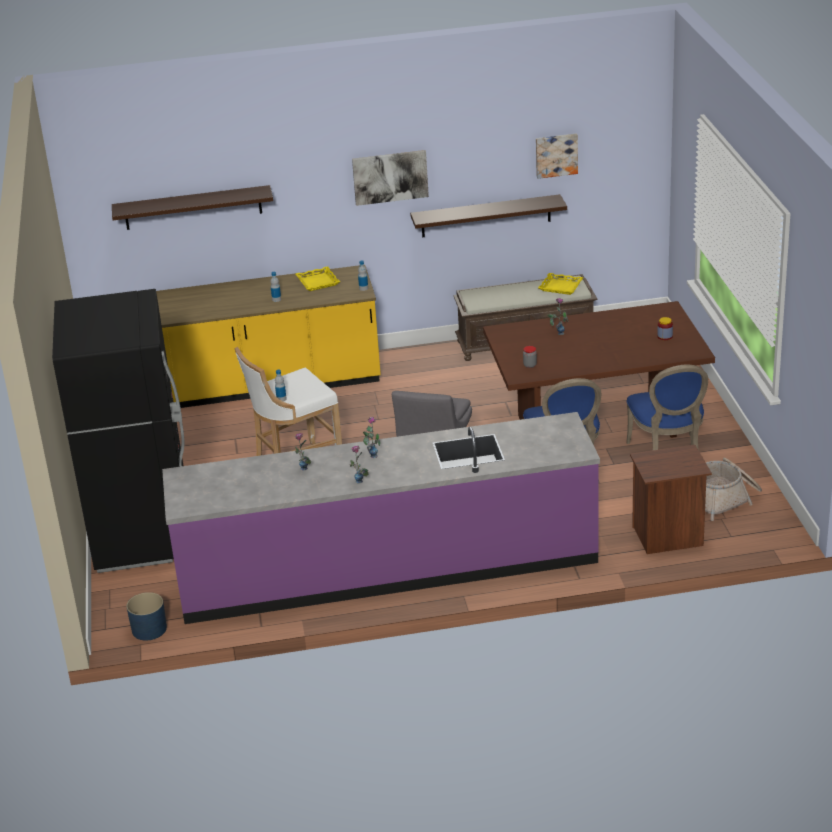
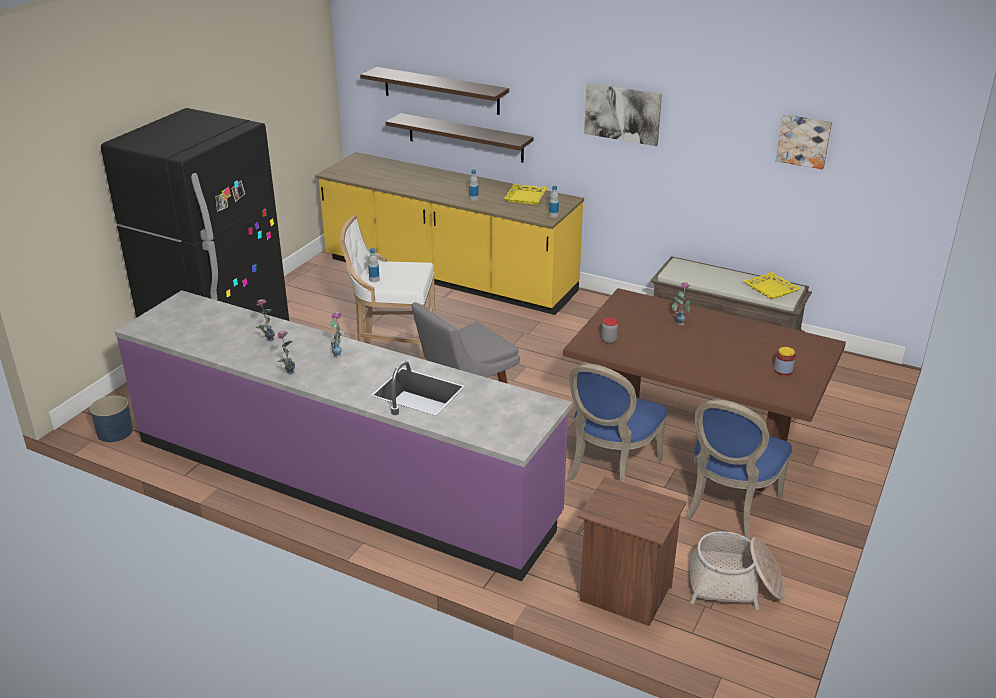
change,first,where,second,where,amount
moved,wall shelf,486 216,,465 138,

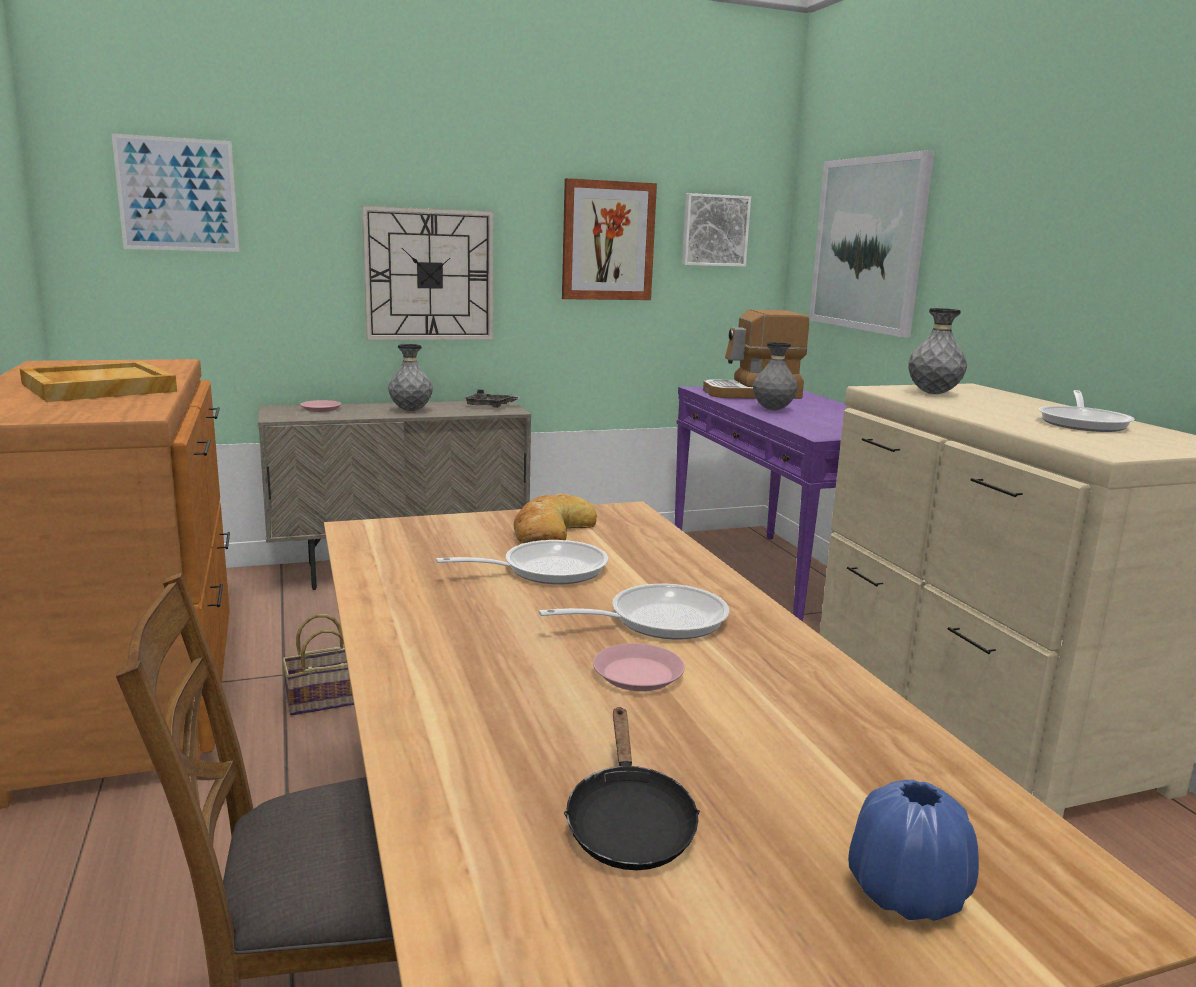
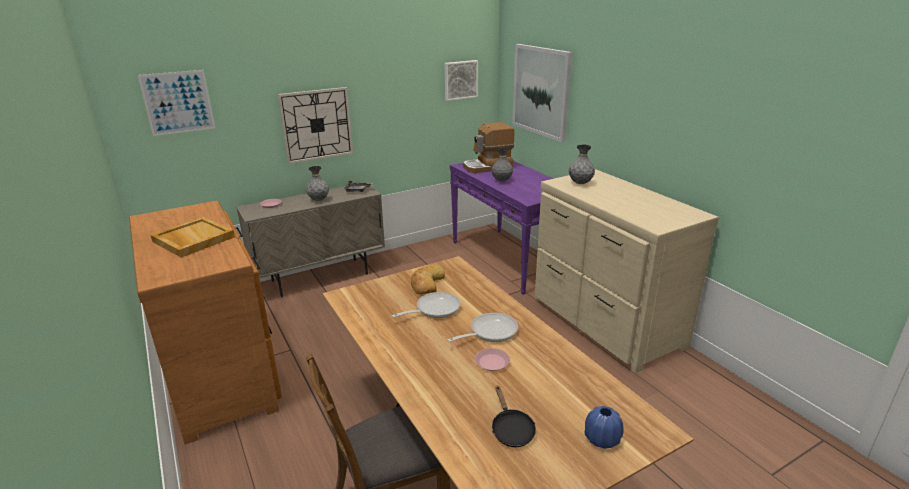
change,first,where,second,where,amount
removed,wall art,608 241,,,
removed,skillet,1083 423,,,
removed,household basket,328 699,,,

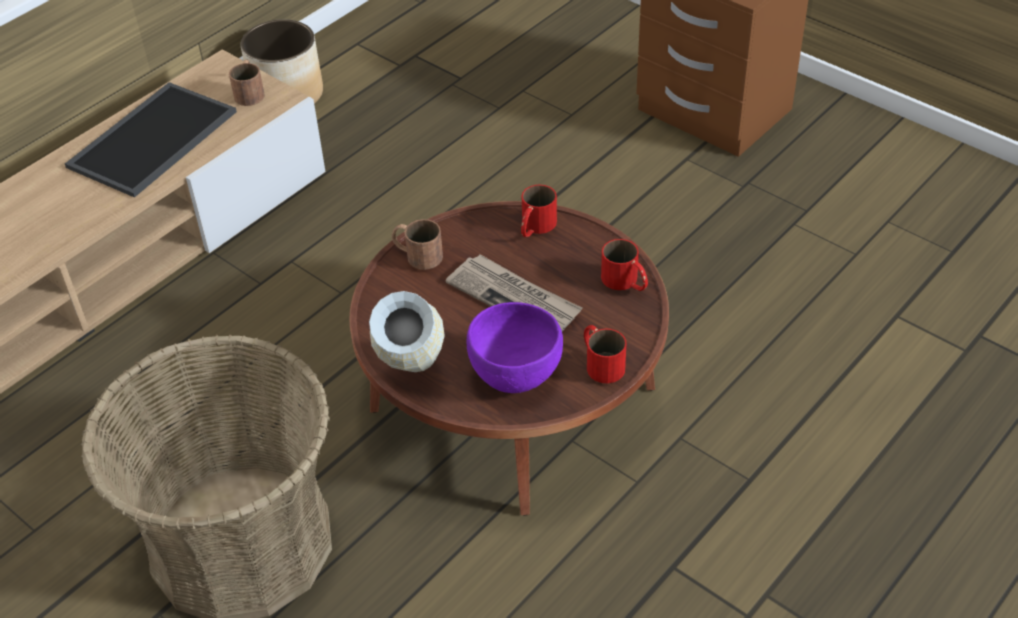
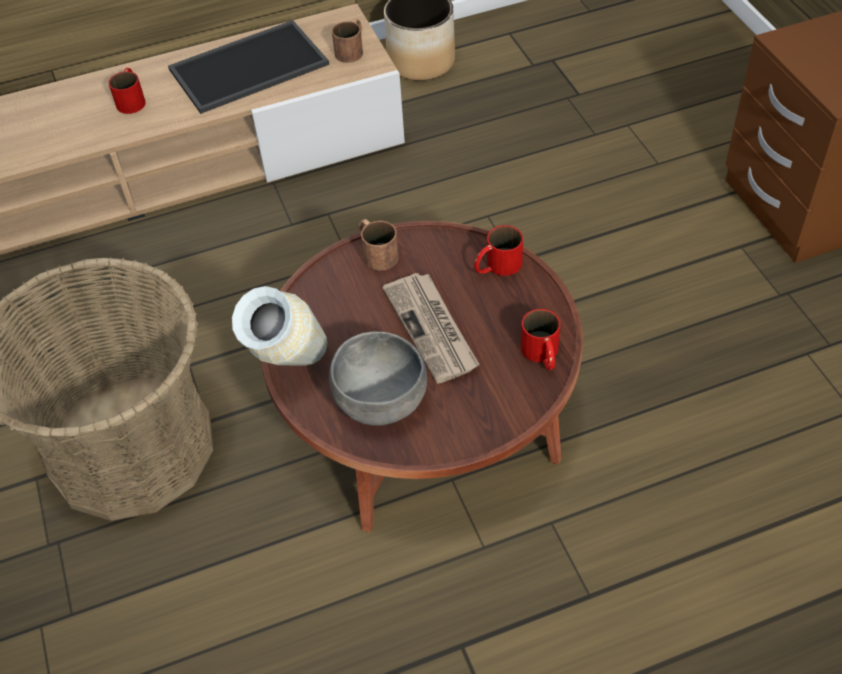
change,first,where,second,where,amount
recoloured,purple-coloured deep dish,514 376,greyish deep dish,380 404,
moved,red-coloured mug,600 362,,132 99,

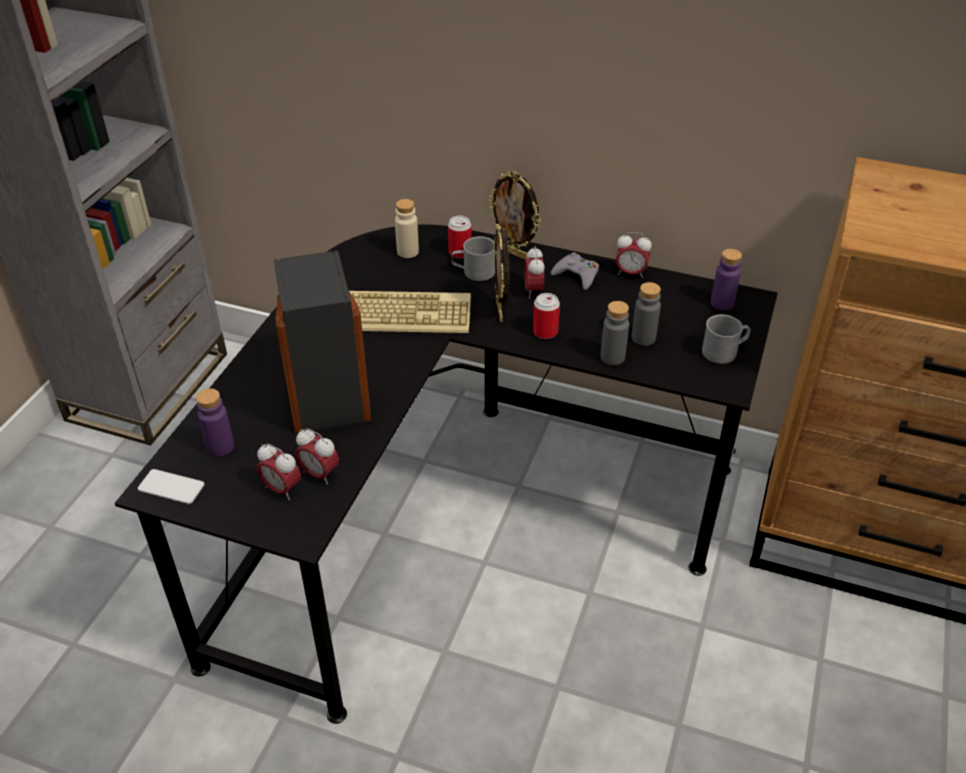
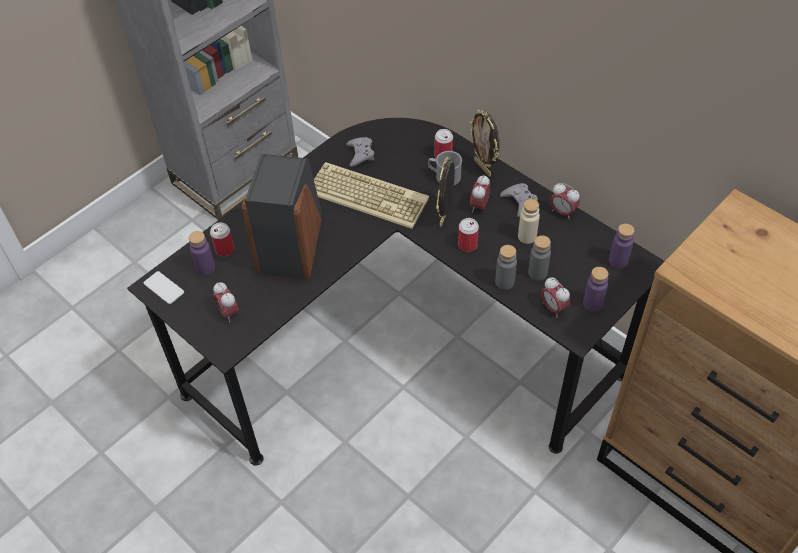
change,first,where,second,where,amount
moved,sand-coloured beverage bottle,407 252,,527 236,
replaced,greyish mug,724 351,purple-coloured beverage bottle,592 304,
moved,alarm clock,319 474,,553 308,
added,,,greyish game controller,360 154,
added,,,metal can,224 249,

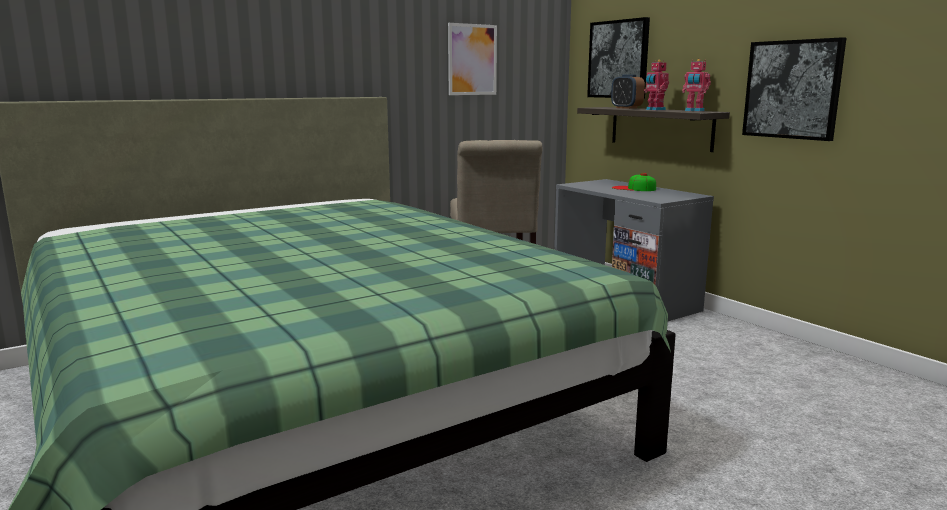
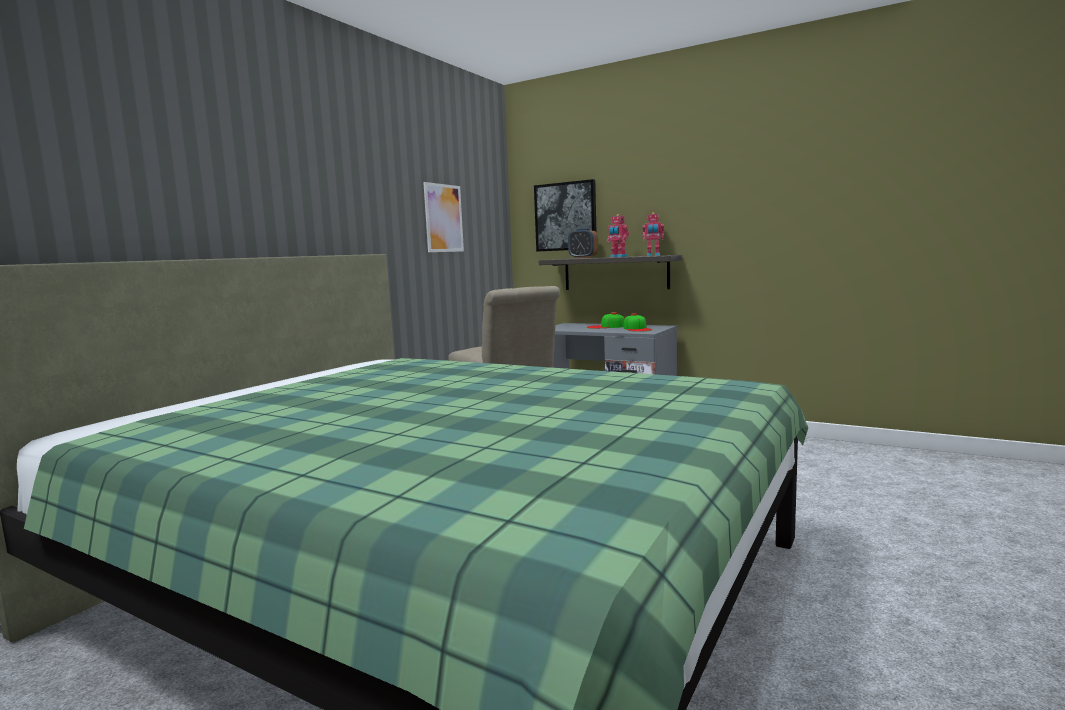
change,first,where,second,where,amount
removed,wall art,792 89,,,
added,,,baseball cap,637 329,

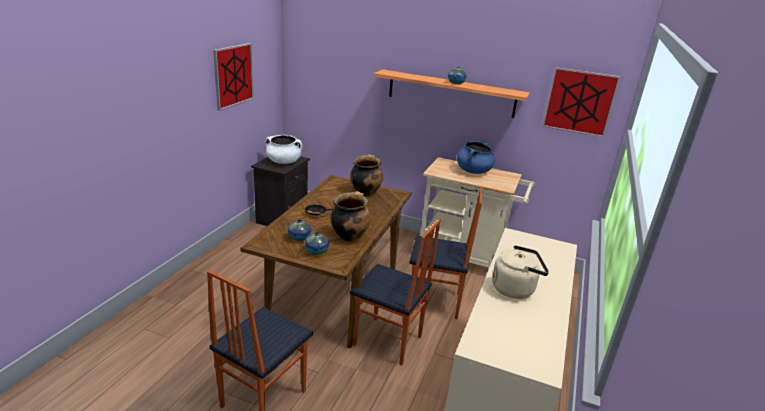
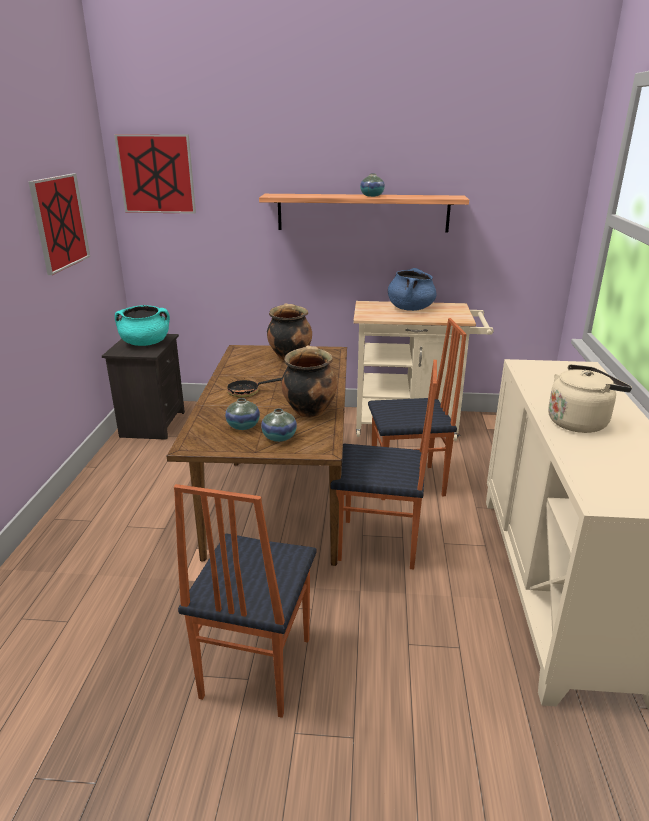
change,first,where,second,where,amount
moved,wall art,579 102,,156 174,
recoloured,whitish saucepot,284 161,turquoise-coloured saucepot,145 343,

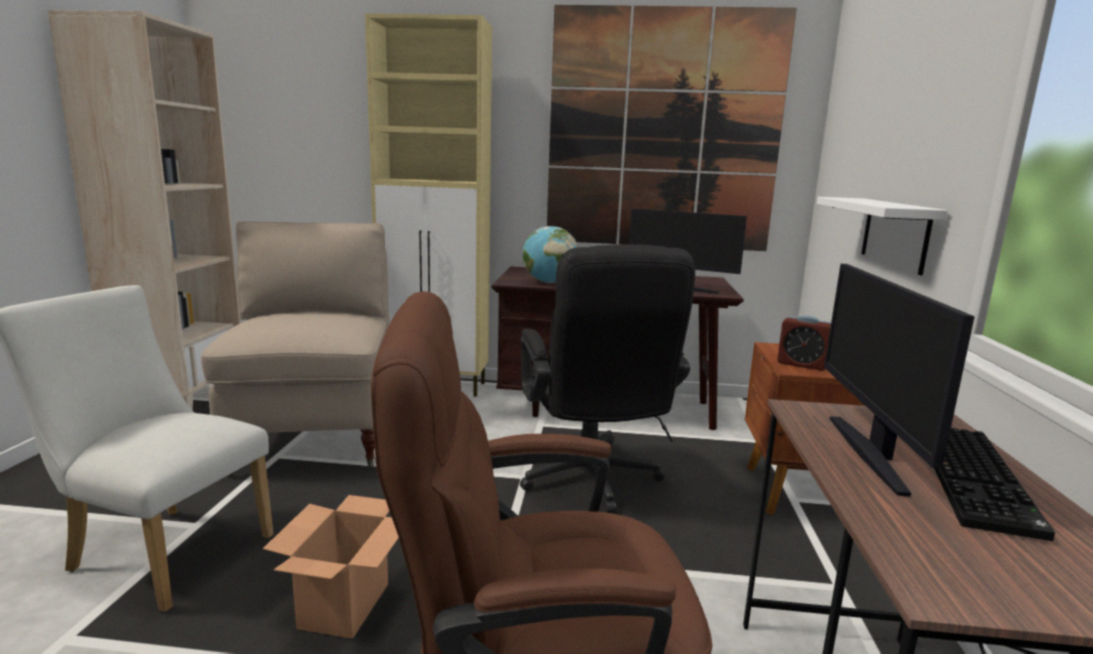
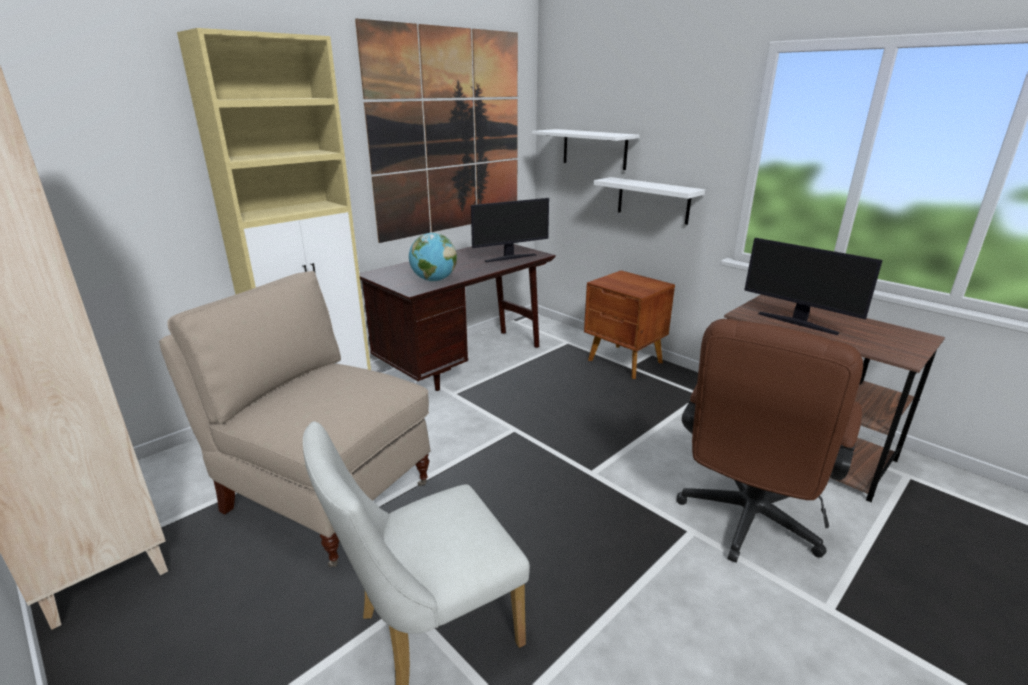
change,first,where,second,where,amount
removed,blackish computer chair,591 481,,,
removed,alarm clock,801 364,,,
removed,keyboard,977 480,,,
removed,packing box,344 604,,,
added,,,whitish wall shelf,594 149,

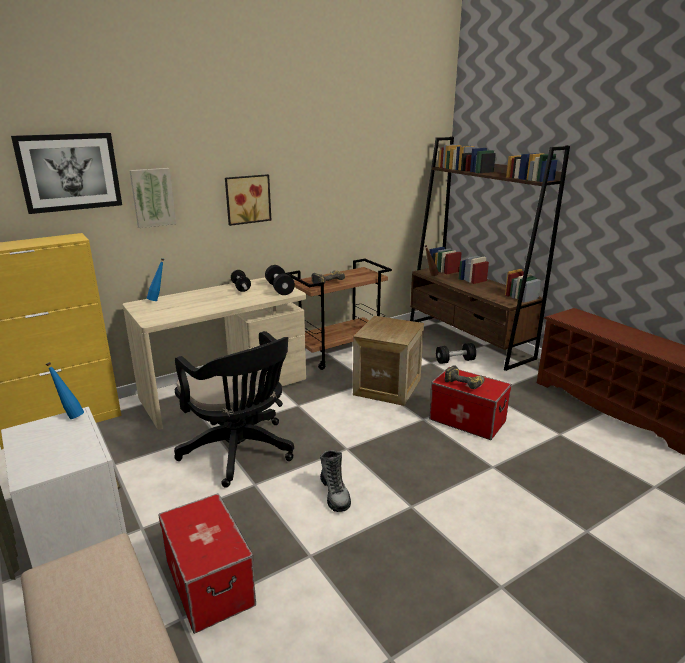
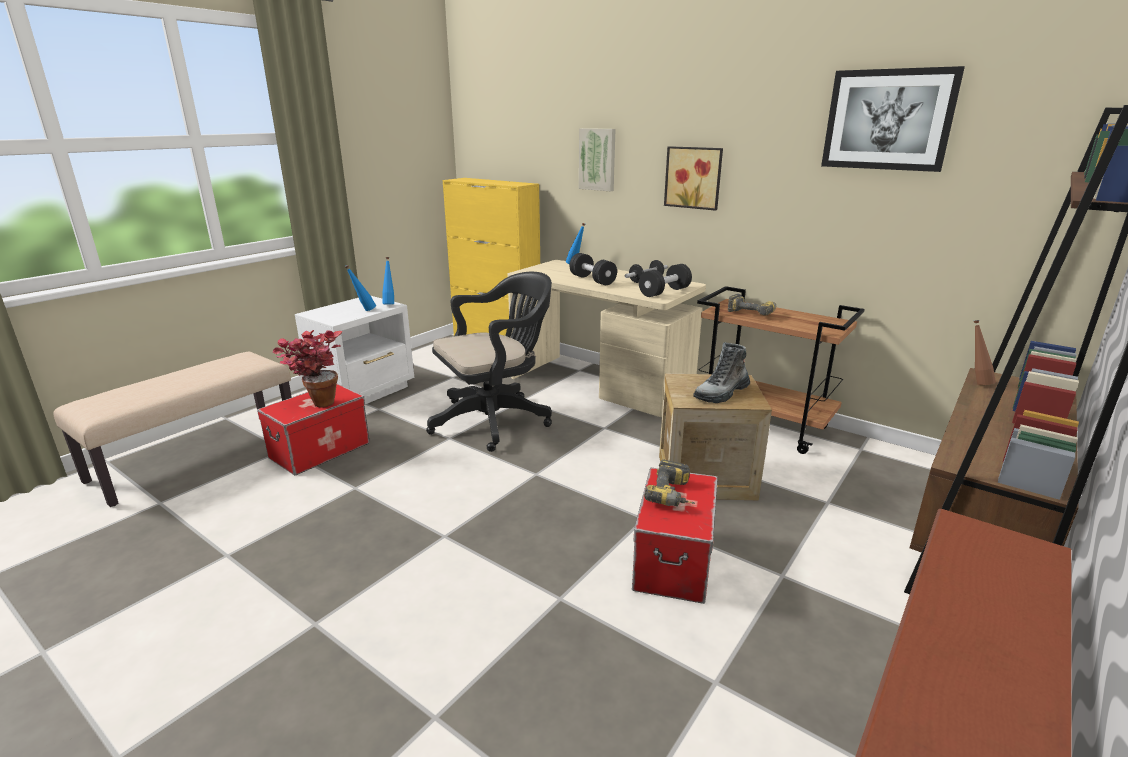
change,first,where,second,where,amount
moved,wall art,69 172,,888 120,
turned,blackish computer chair,240 452,,496 420,150 degrees counterclockwise
moved,blackish dumbbell,455 361,,592 280,
moved,boot,335 494,,721 393,
added,,,blue beverage bottle,364 310,
added,,,potted plant,317 402,

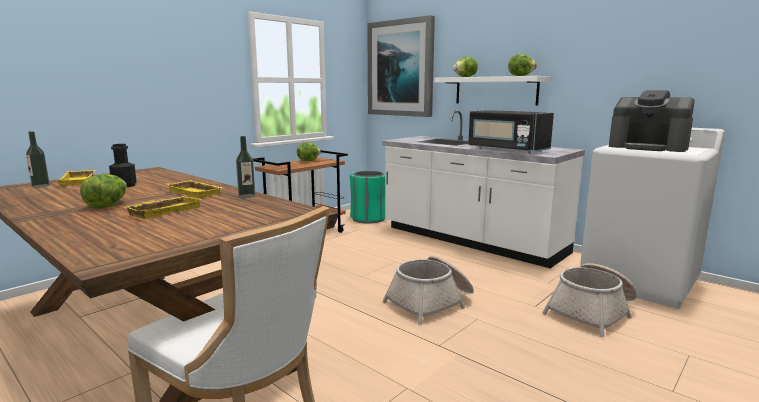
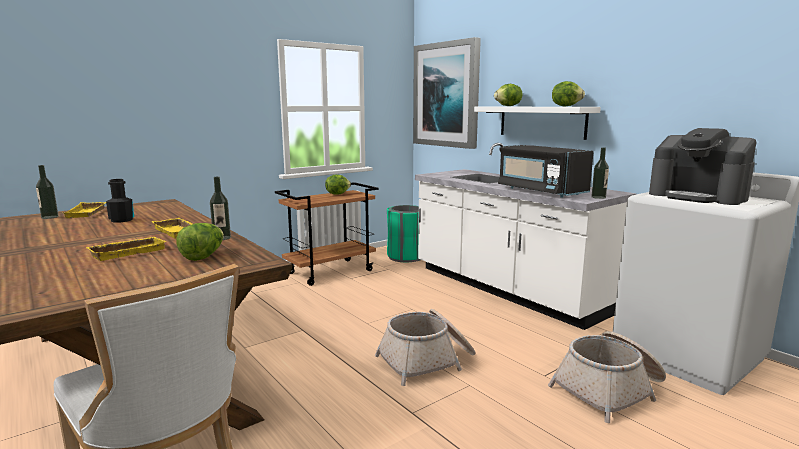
change,first,where,second,where,amount
moved,head of lettuce,108 205,,203 256,
added,,,beverage bottle,598 197,

